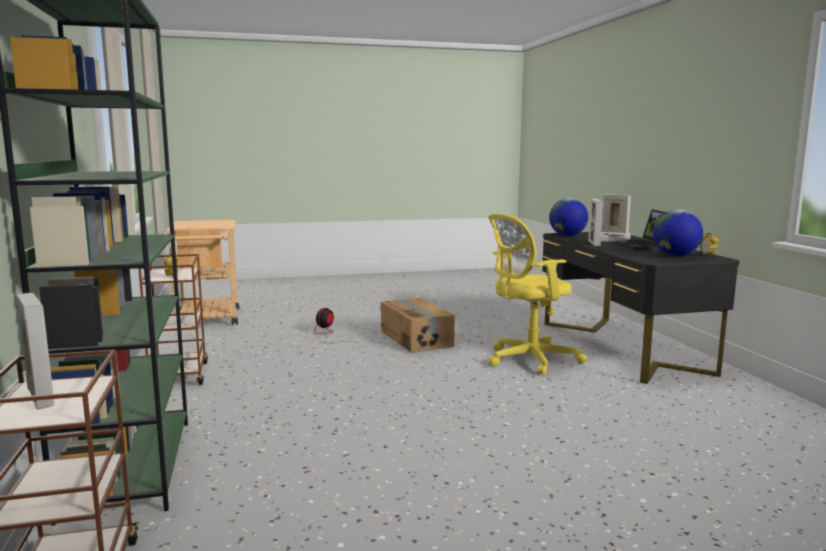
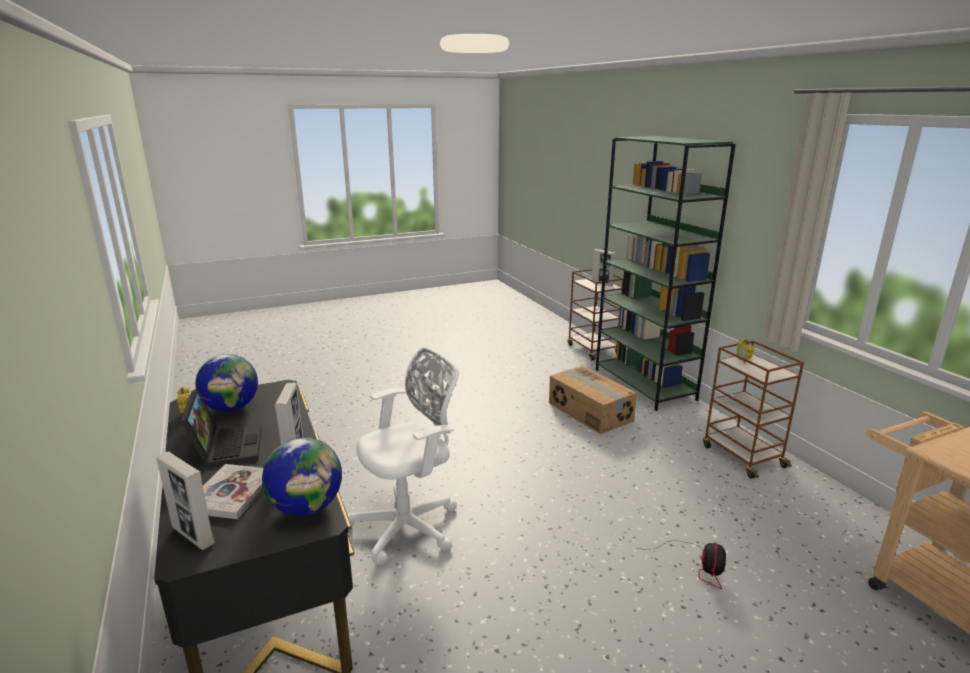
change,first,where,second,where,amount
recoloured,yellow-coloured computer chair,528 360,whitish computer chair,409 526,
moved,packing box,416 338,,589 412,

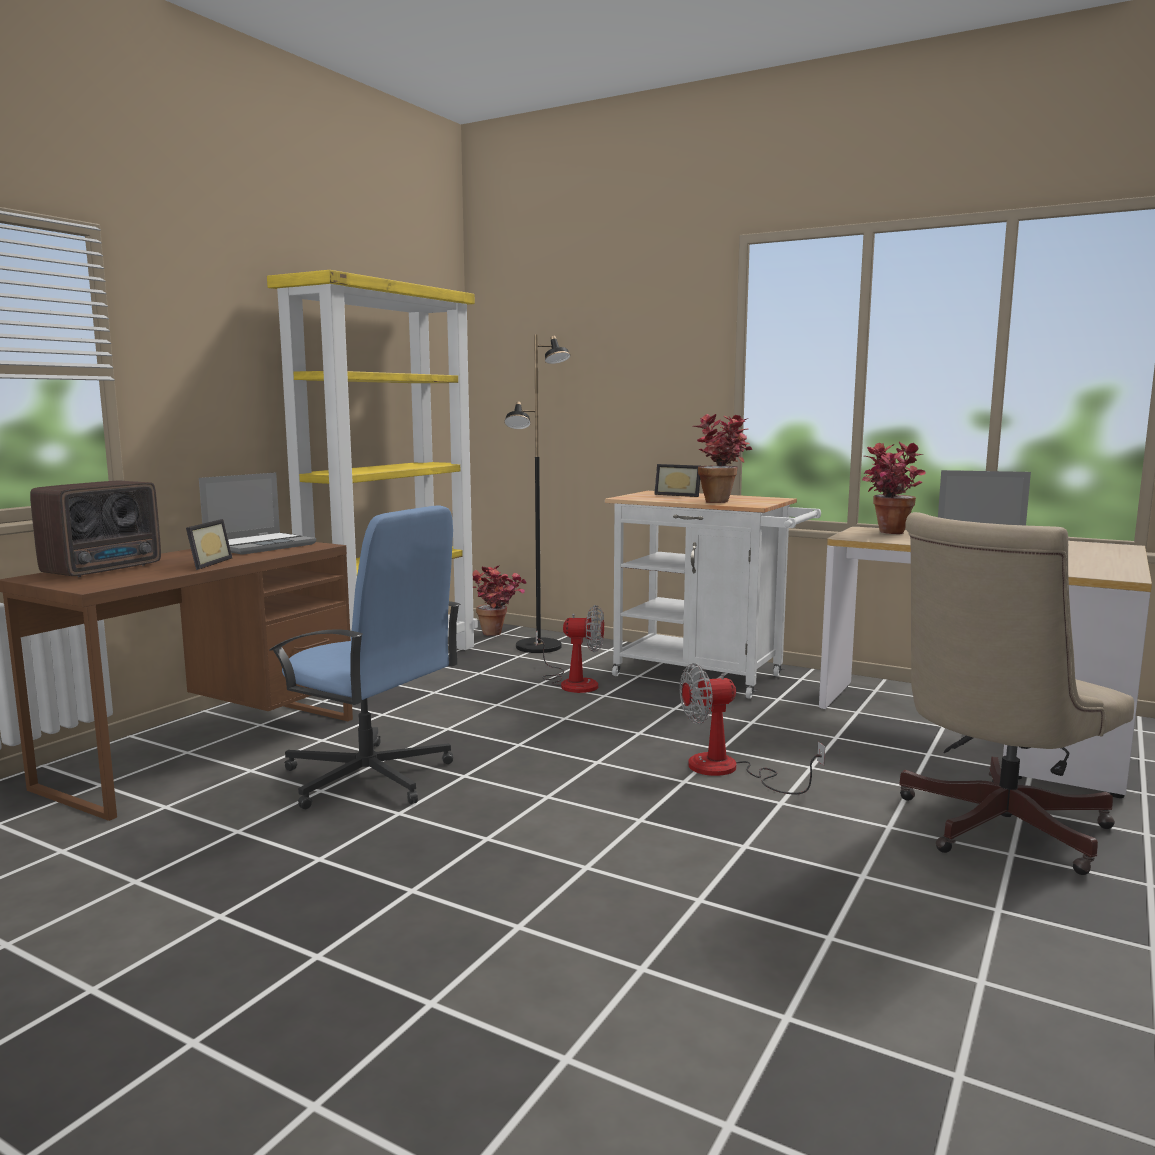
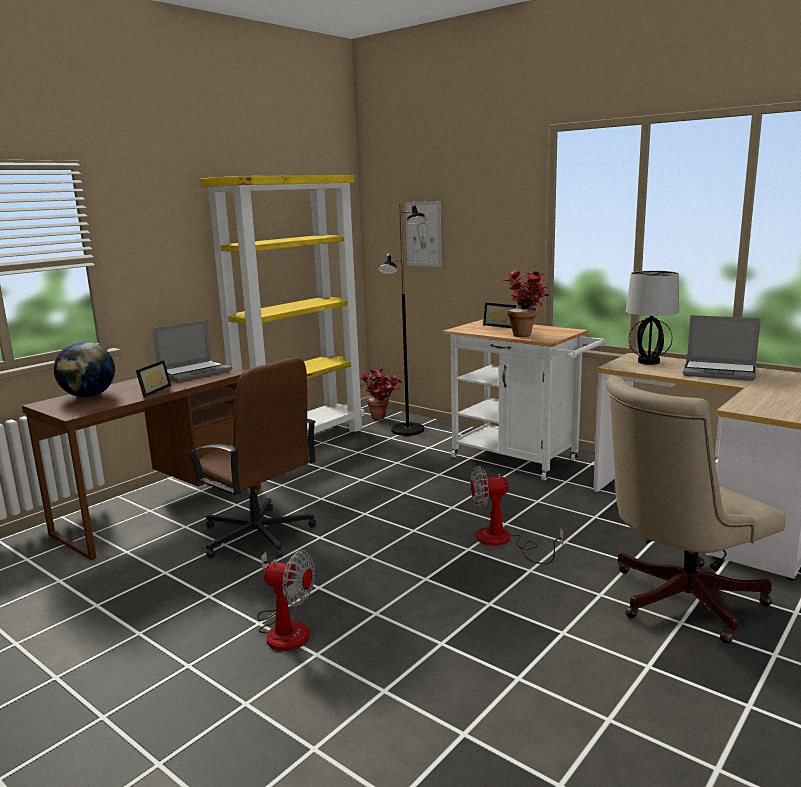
change,first,where,second,where,amount
replaced,potted plant,887 533,tabletop lamp,649 362,
replaced,radio receiver,106 569,world globe,89 396,
recoloured,blue computer chair,369 777,brown-coloured computer chair,257 536,
moved,cooling fan,572 683,,285 628,
added,,,wall art,423 234,

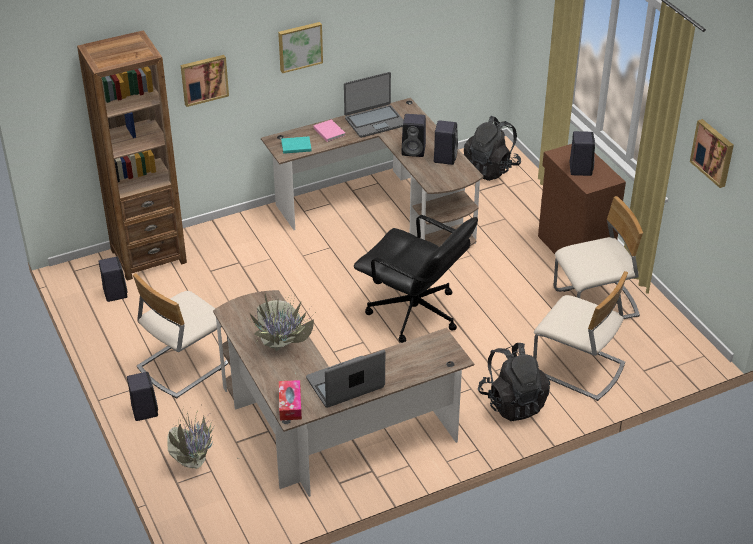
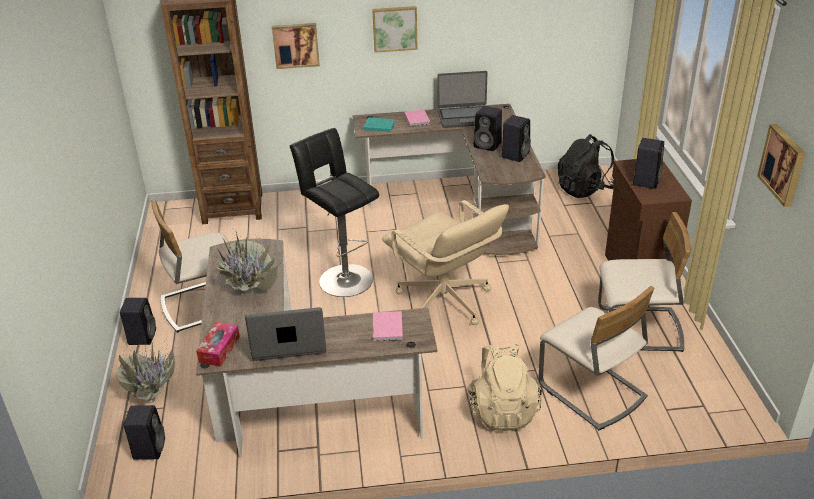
change,first,where,second,where,amount
recoloured,blackish computer chair,414 314,sand-coloured computer chair,444 302,
moved,blackish loudspeaker,114 292,,149 448,
recoloured,blackish backpack,512 402,sand-coloured backpack,502 410,
added,,,blackish sitting stool,343 278,
added,,,pink-coloured book,387 328,

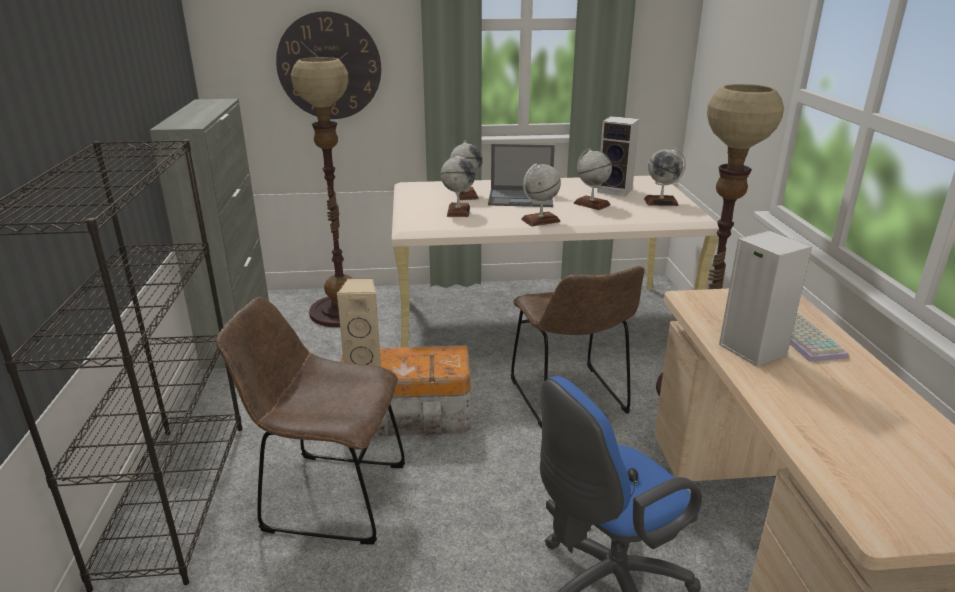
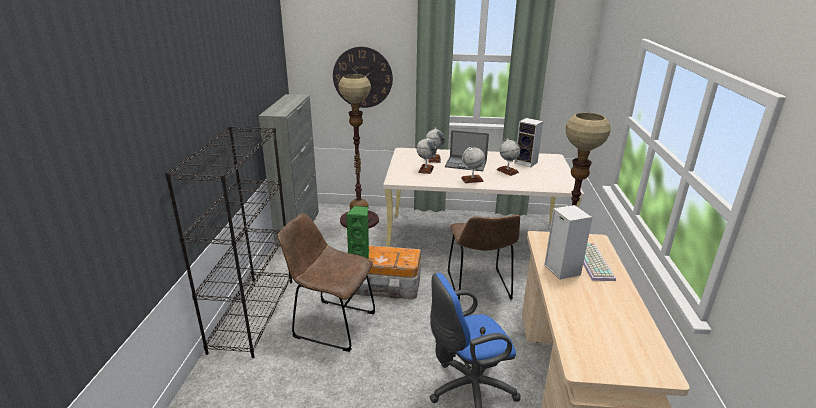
change,first,where,second,where,amount
removed,world globe,661 202,,,
recoloured,sand-coloured loudspeaker,365 364,greenish loudspeaker,360 254,

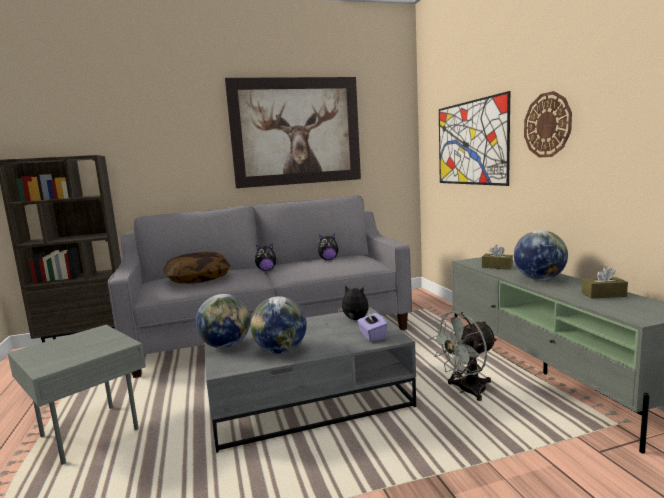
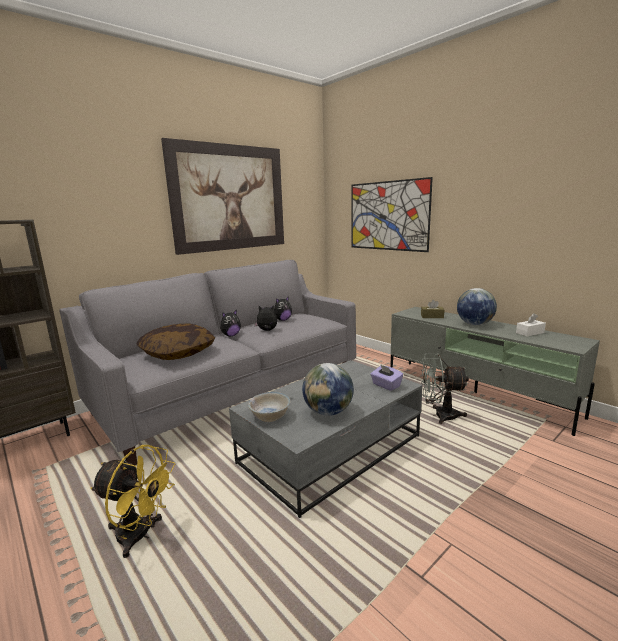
change,first,where,second,where,amount
removed,clock on the wall,547 125,,,
recoloured,brown-coloured box of tissues,603 295,whitish box of tissues,530 333,
moved,plush toy,355 320,,267 331,
replaced,world globe,226 346,whitish deep dish,270 416,
turned,greyish cooling fan,466 391,,439 415,60 degrees clockwise
replaced,greyish side table,91 431,yellow-coloured cooling fan,140 536,

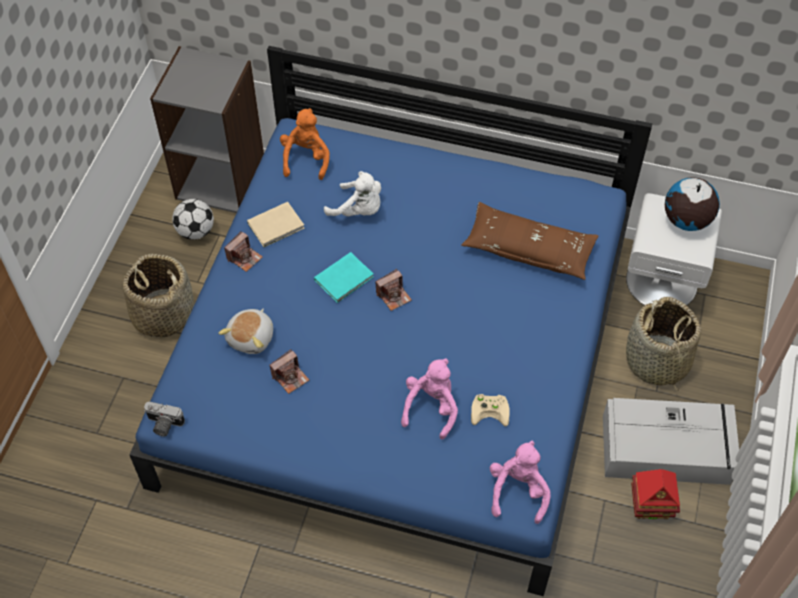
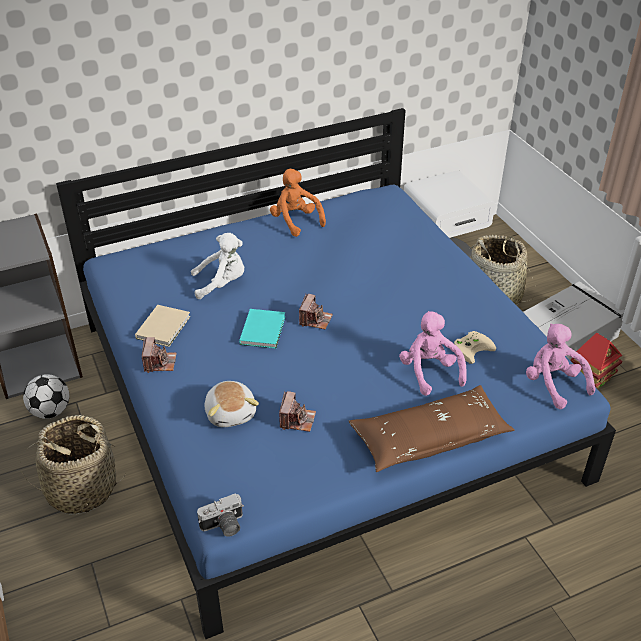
change,first,where,second,where,amount
moved,orange plush toy,306 159,,295 221,
removed,world globe,686 221,,,
moved,brown-coloured pillow,529 249,,429 438,

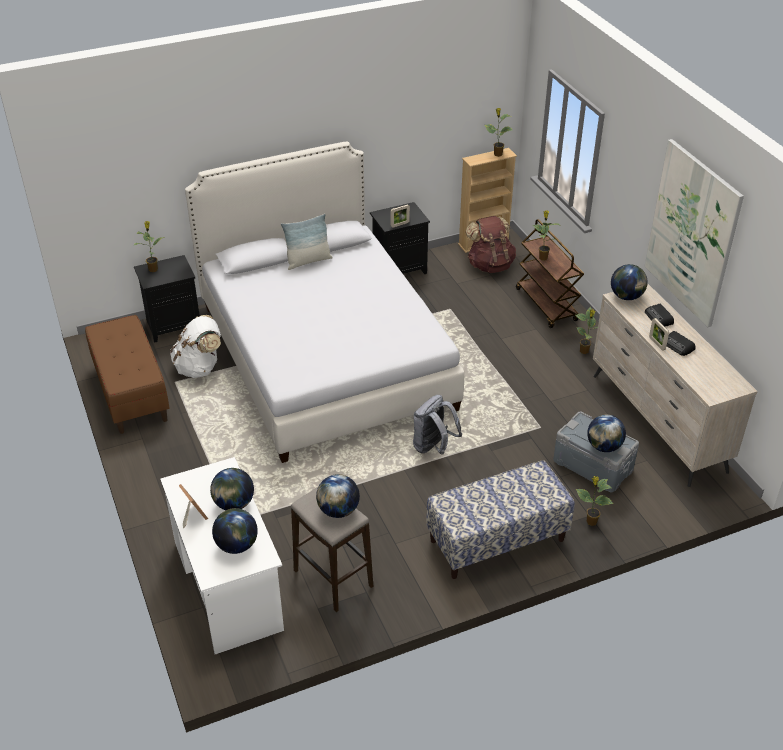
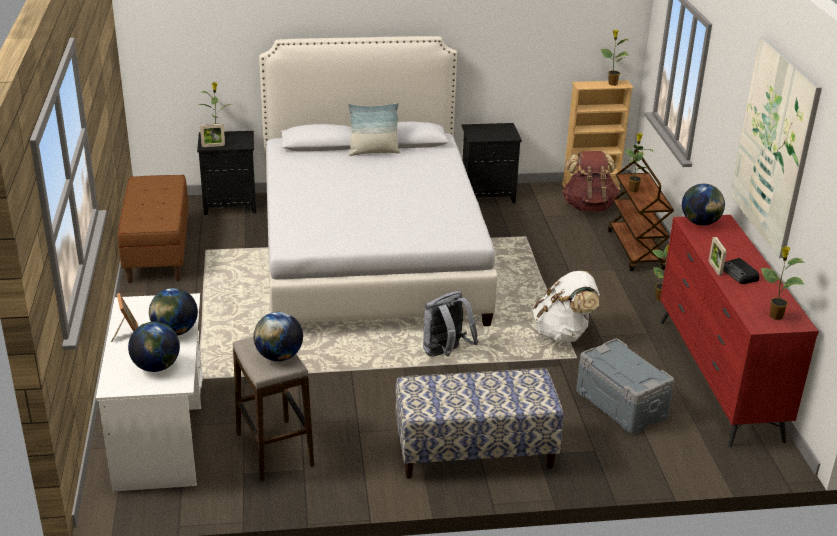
change,first,where,second,where,amount
moved,photo frame,400 224,,213 146,
recoloured,sand-coloured chest of drawers,657 423,red-coloured chest of drawers,717 378,
removed,radio receiver,659 318,,,
moved,whitish backpack,199 367,,563 334,
removed,world globe,604 446,,,
moved,potted plant,590 522,,775 316,

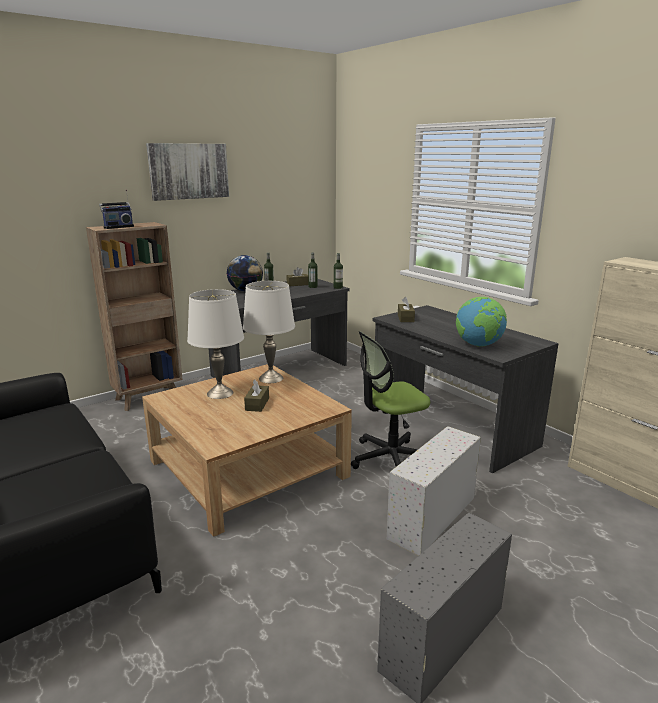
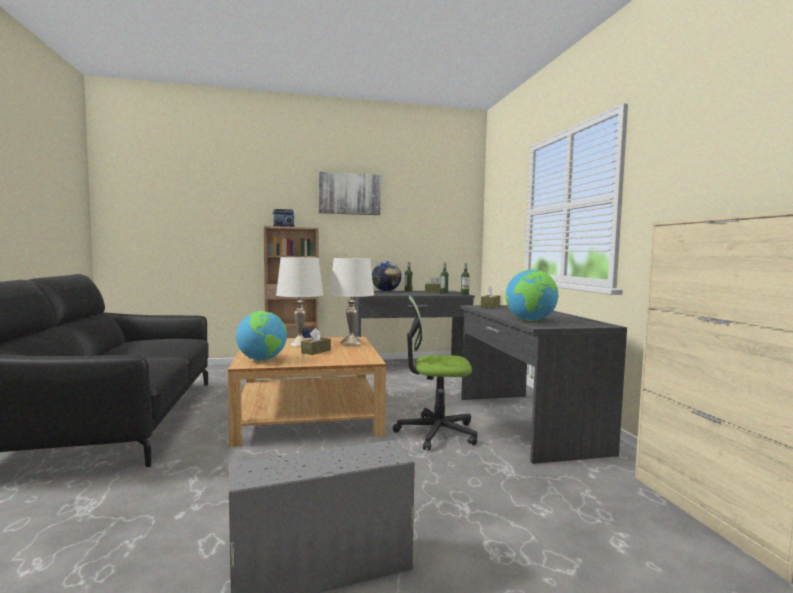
change,first,where,second,where,amount
removed,whitish storage bin,431 518,,,
added,,,world globe,262 360,

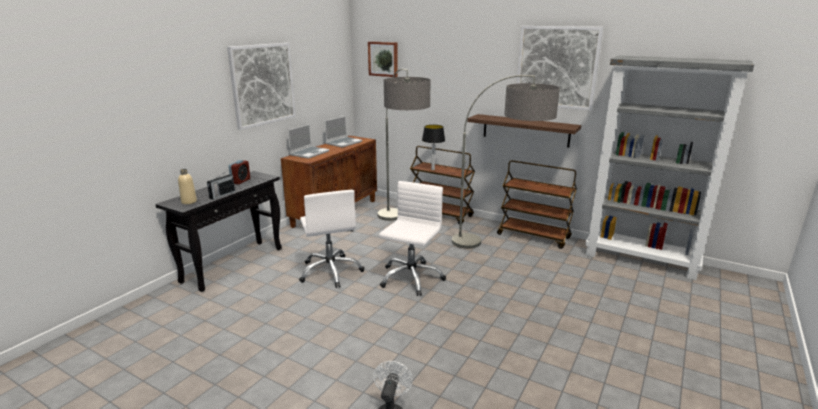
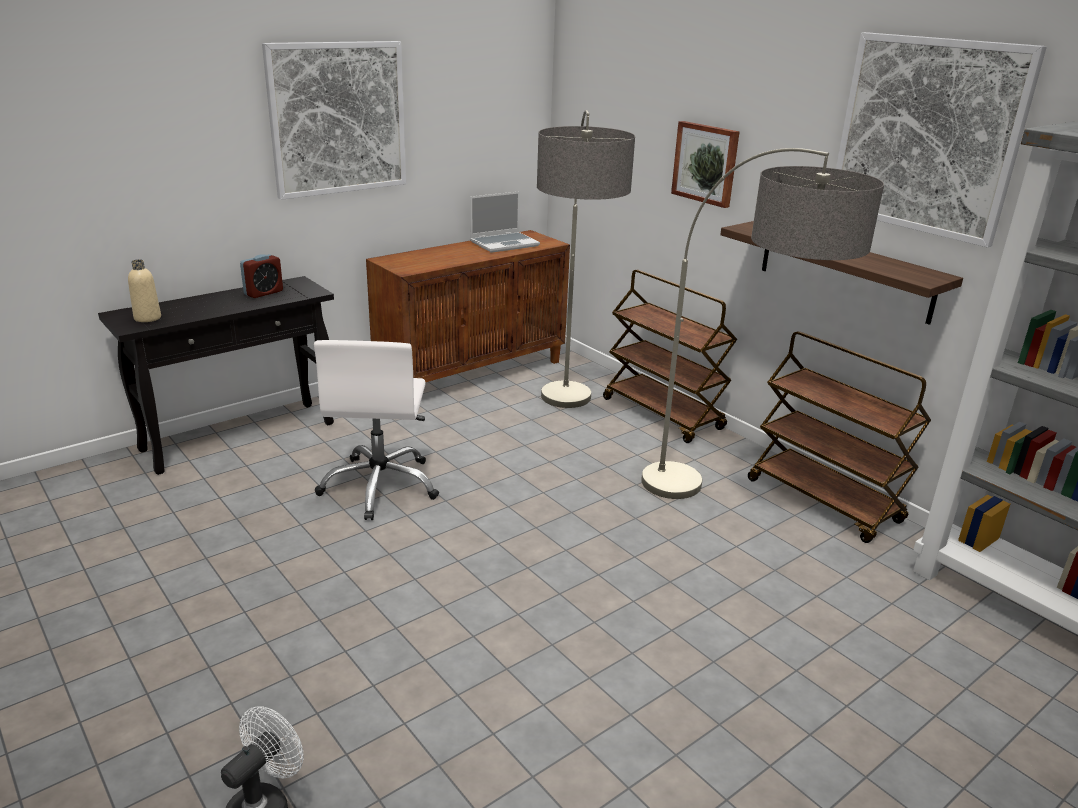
change,first,where,second,where,amount
moved,wall art,383 59,,706 163,
removed,laptop,309 153,,,
removed,tabletop lamp,433 169,,,
removed,radio receiver,222 195,,,
removed,whitish computer chair,411 278,,,

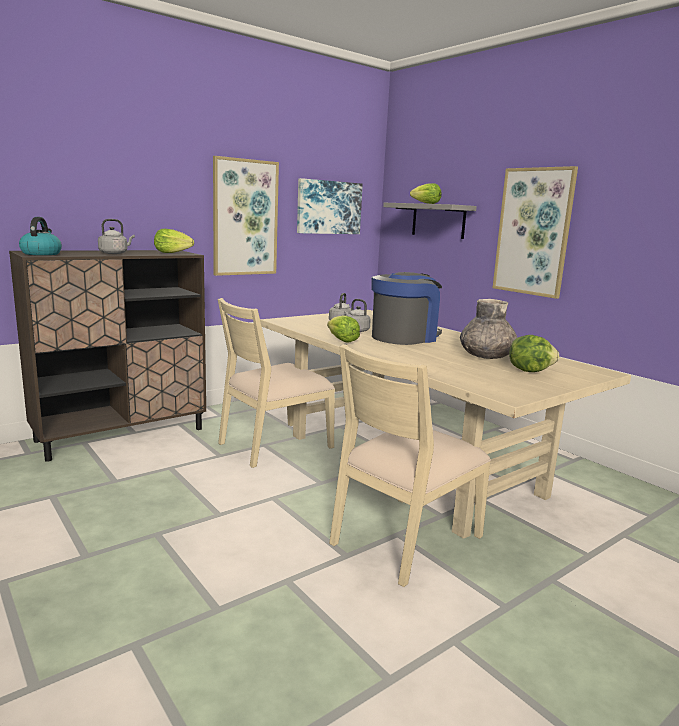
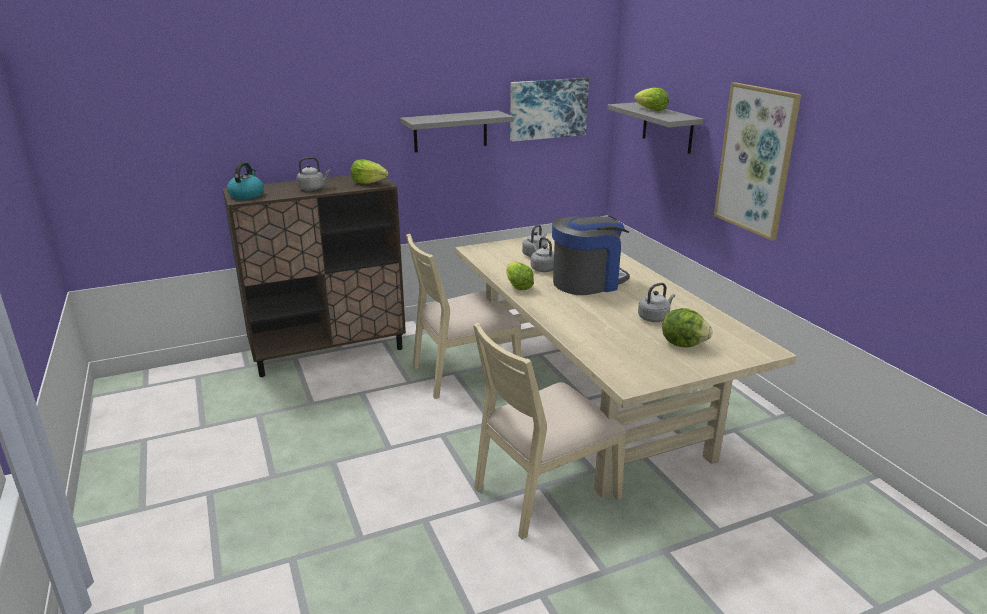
change,first,where,second,where,amount
replaced,wall art,245 218,greyish wall shelf,450 131,
replaced,greyish decorative vase,486 356,greyish water kettle,654 318,

